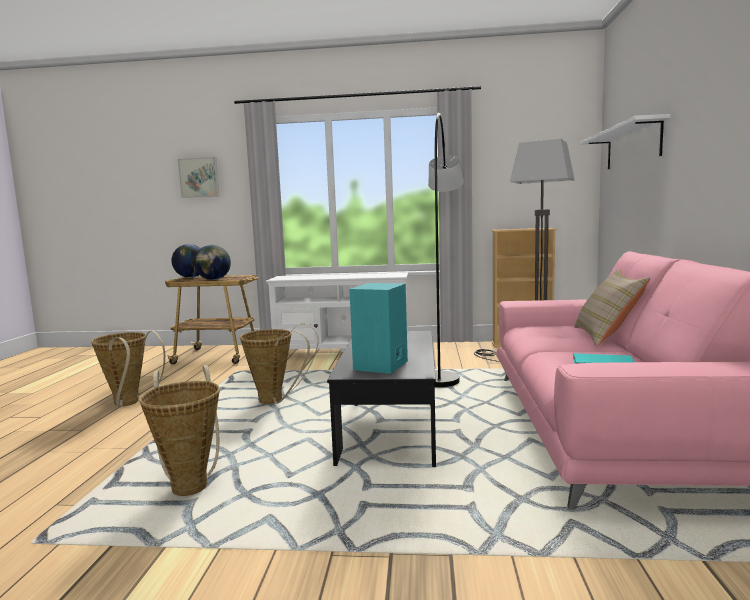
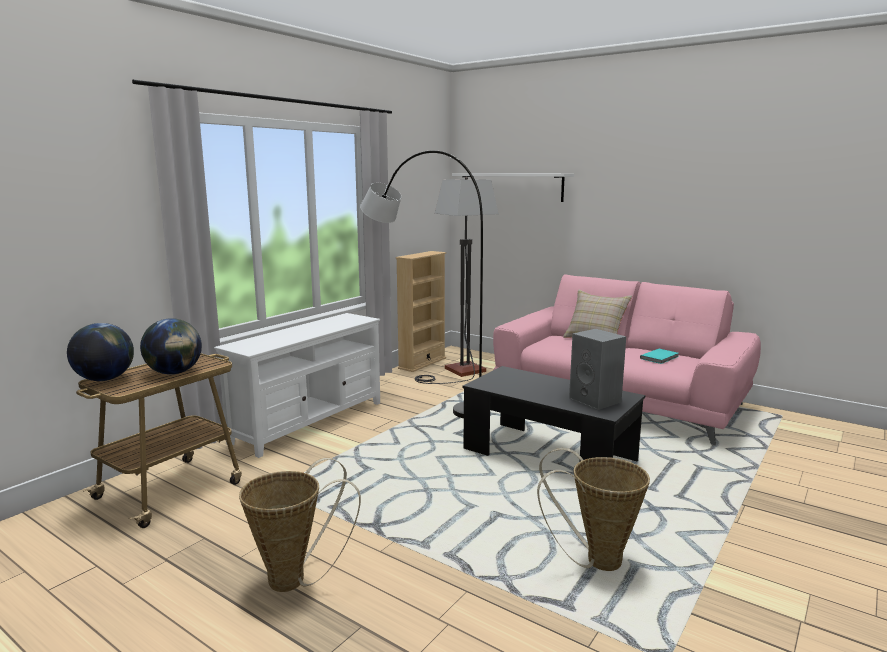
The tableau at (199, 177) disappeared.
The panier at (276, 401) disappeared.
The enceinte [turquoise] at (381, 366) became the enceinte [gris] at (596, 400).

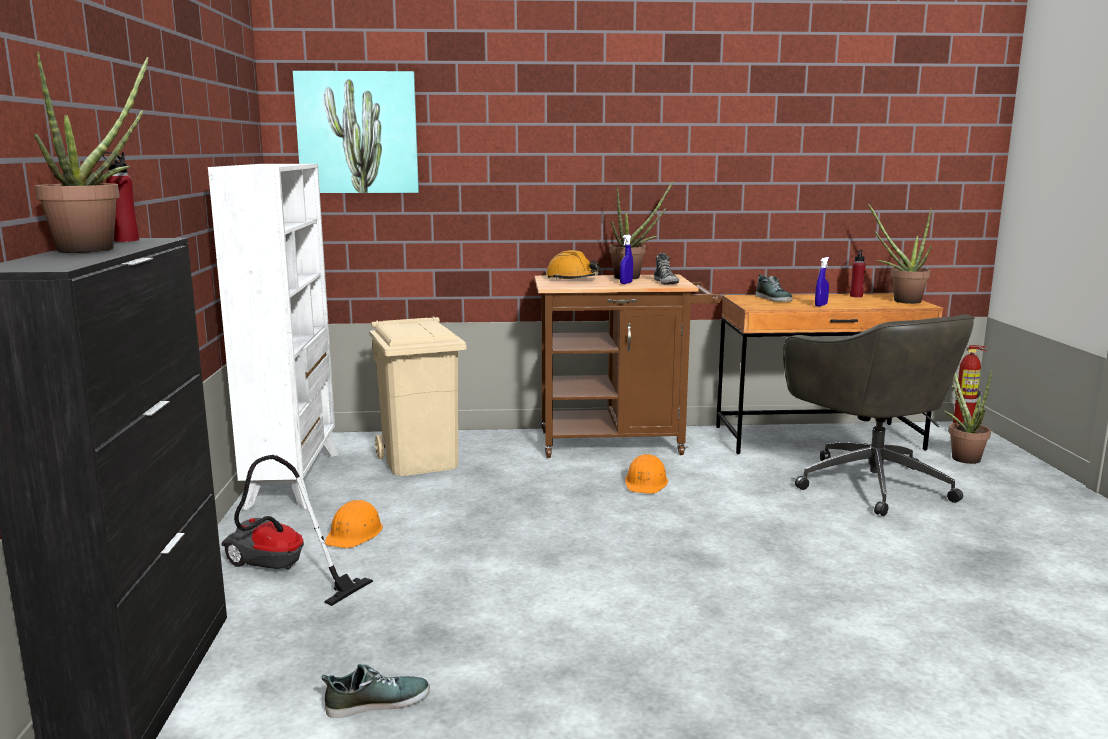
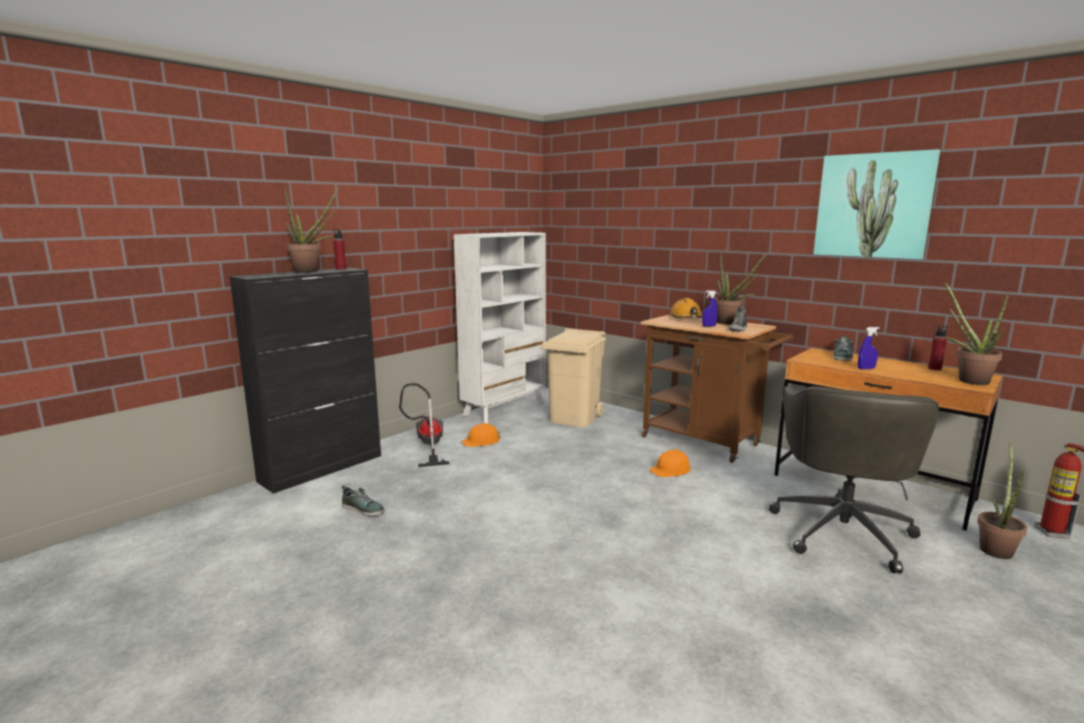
The tableau moved from (357, 133) to (872, 205).

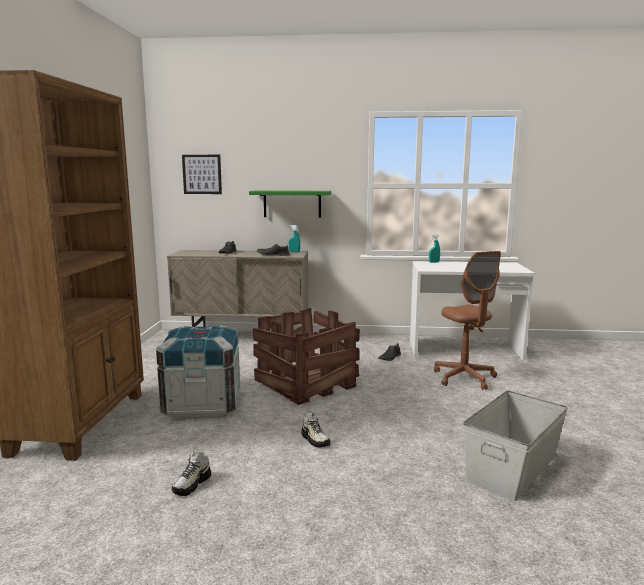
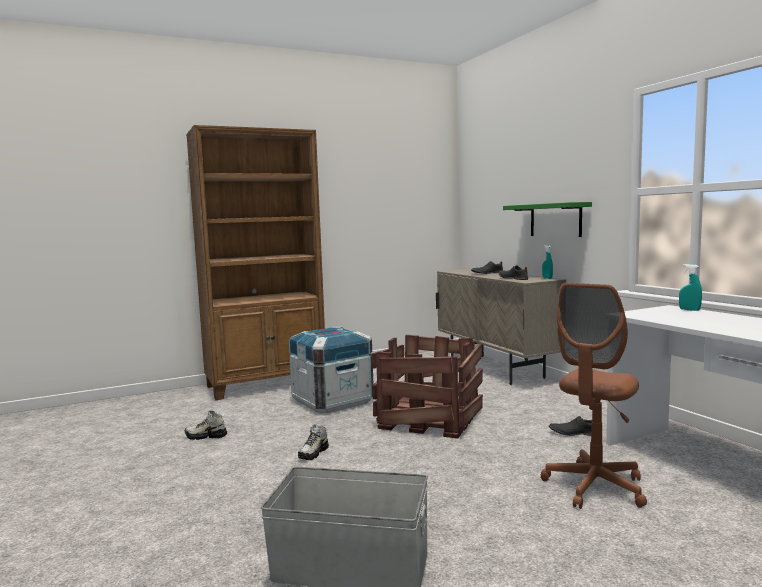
The tableau at (202, 174) disappeared.

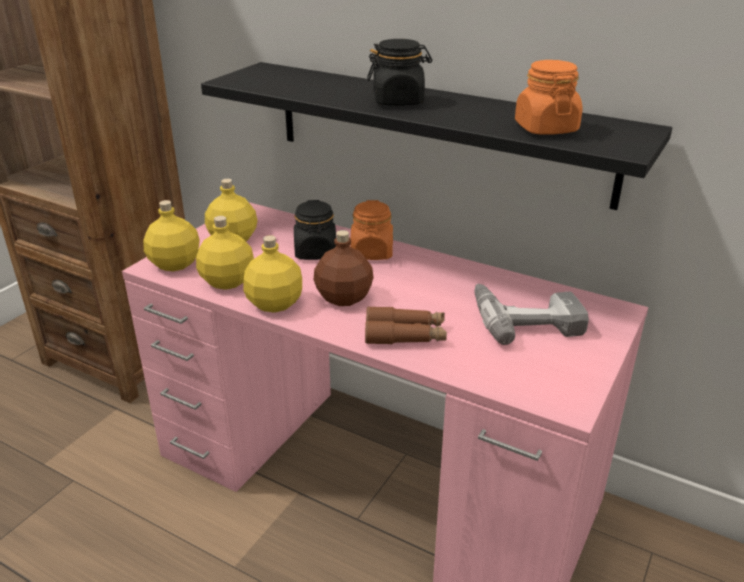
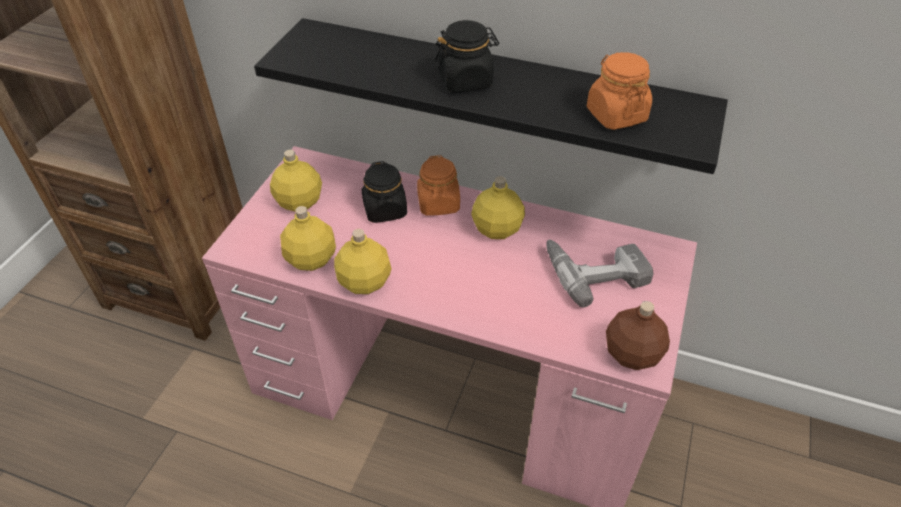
The bouteille [jaune] moved from (175, 263) to (497, 228).
The bouteille [marron] moved from (343, 298) to (631, 354).
The jumelles [marron] at (405, 335) disappeared.

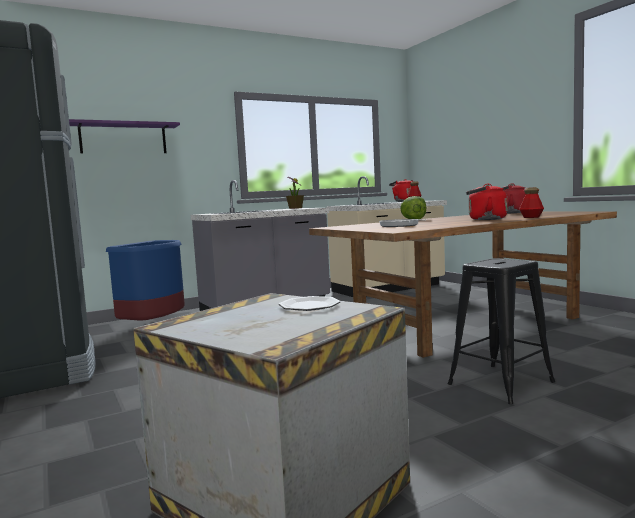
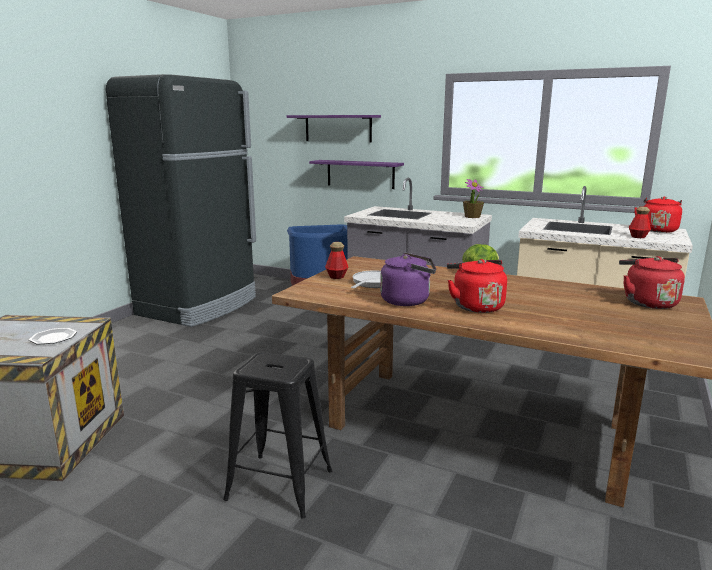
The bouteille moved from (531, 217) to (336, 276).
The étagère [violet] at (360, 174) appeared.
The bouilloire [violet] at (408, 301) appeared.

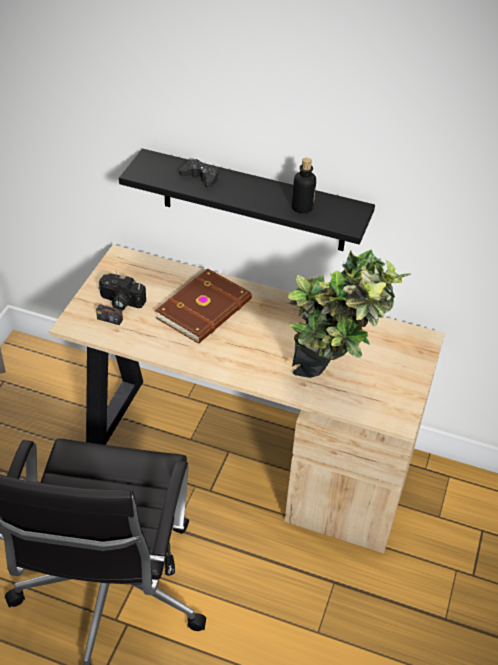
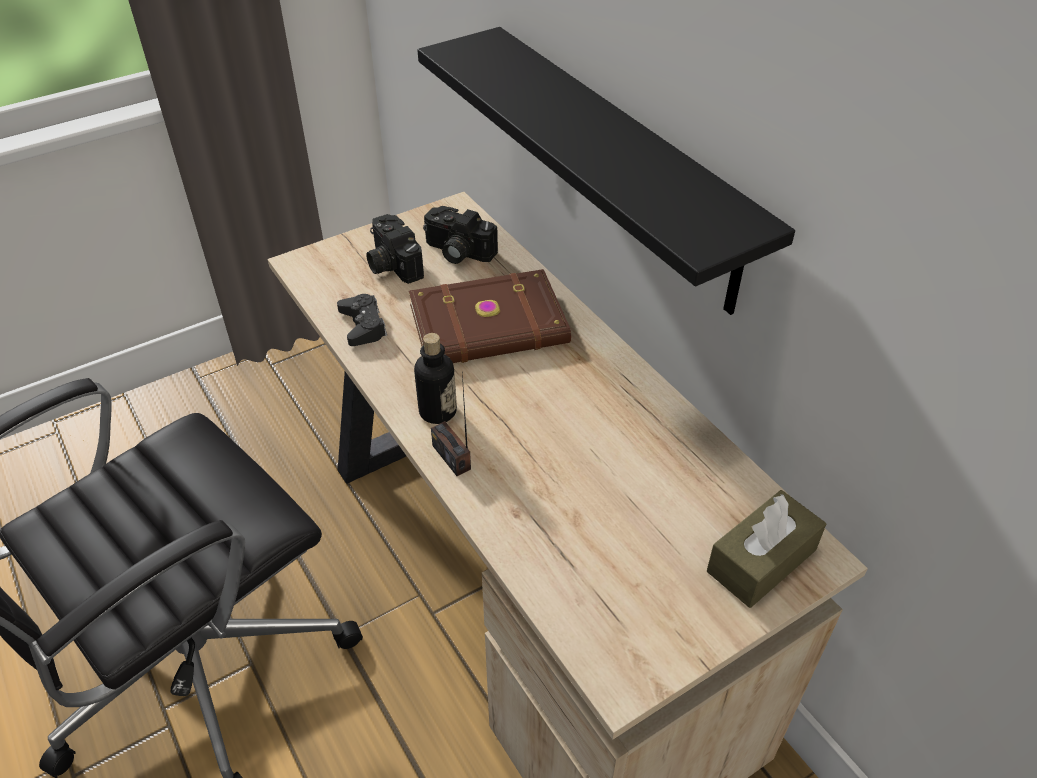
The radio moved from (110, 319) to (452, 457).
The manette [noir] moved from (200, 177) to (363, 326).
The plante en pot at (331, 385) disappeared.
The bouteille moved from (302, 207) to (437, 411).
The appareil photo at (457, 252) appeared.
The boîte à mouchoirs [marron] at (761, 560) appeared.

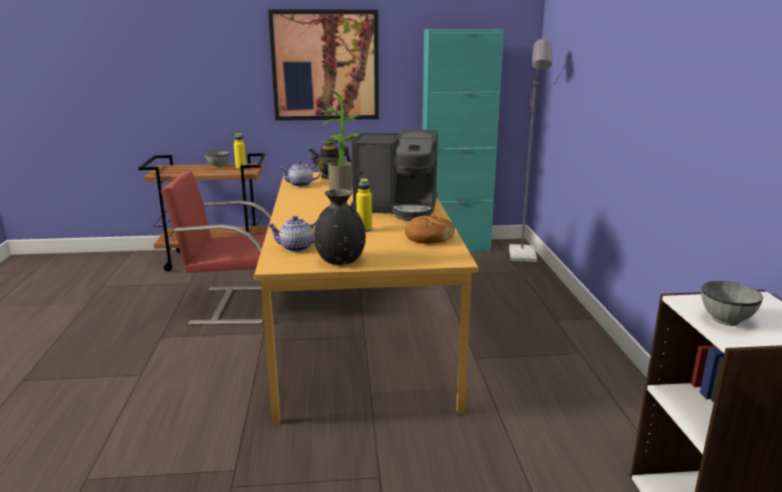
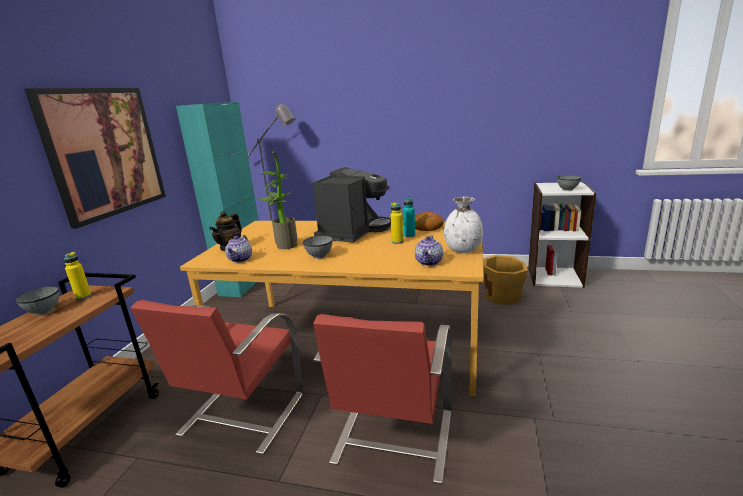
The vase [noir] at (340, 261) became the vase [blanc] at (463, 250).
The bol [gris] at (319, 256) appeared.
The chaise [rouge] at (392, 438) appeared.
The bouteille [turquoise] at (409, 235) appeared.
The seau [orange] at (503, 296) appeared.

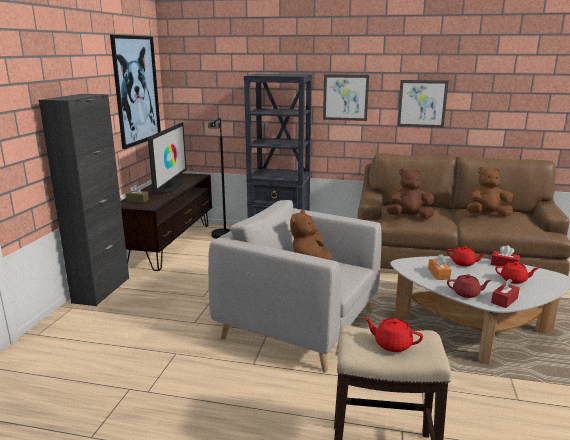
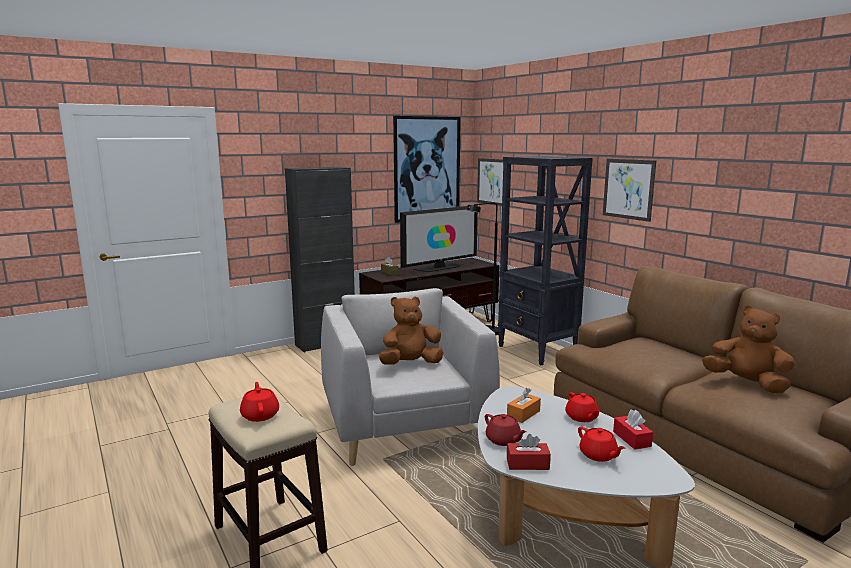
The peluche [marron] at (409, 217) disappeared.
The tableau moved from (422, 103) to (492, 181).

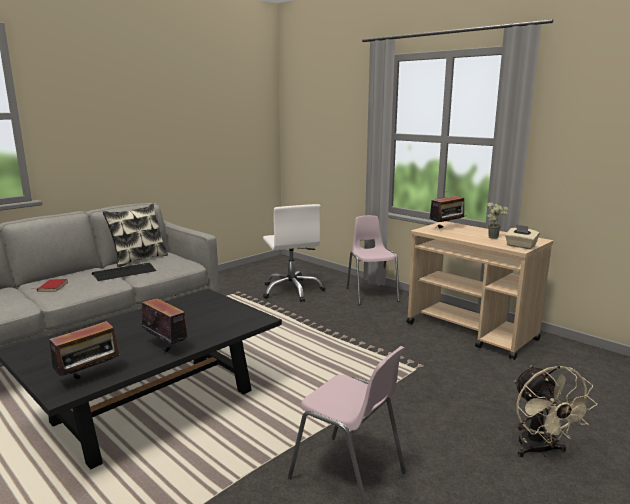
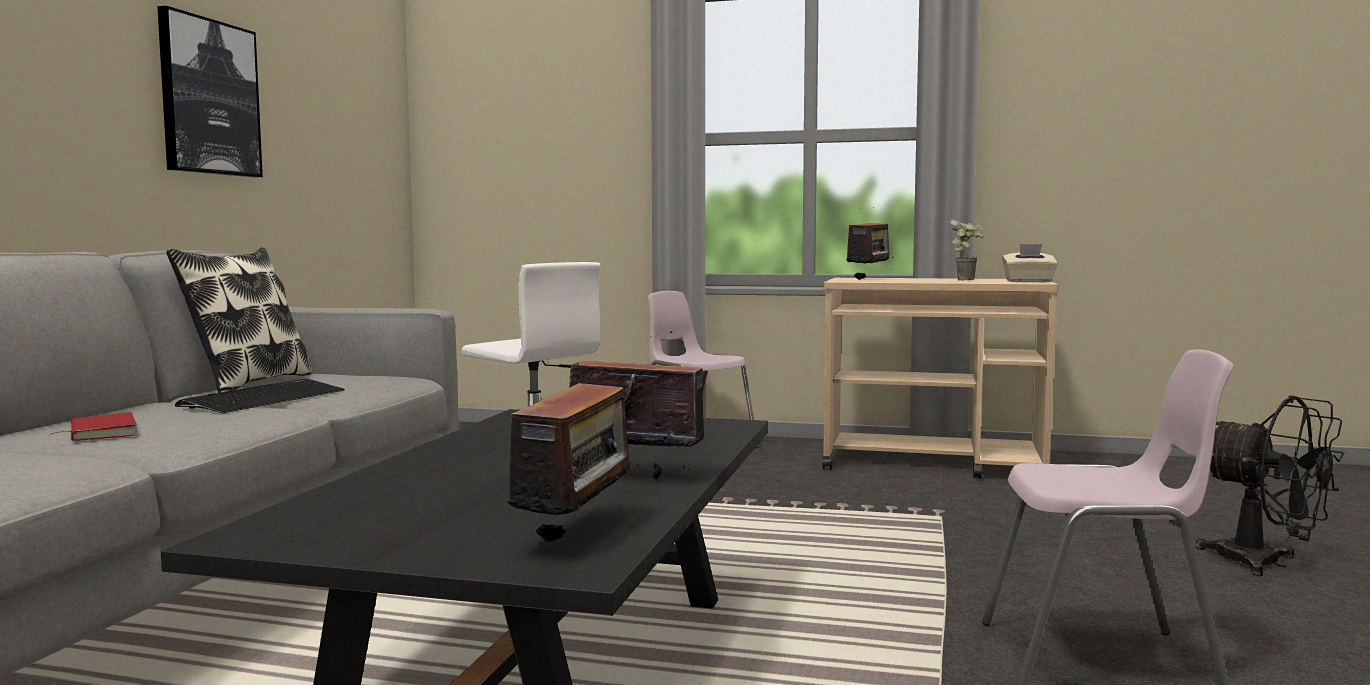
The ventilateur [beige] at (539, 450) became the ventilateur [noir] at (1266, 563).
The tableau at (209, 97) appeared.

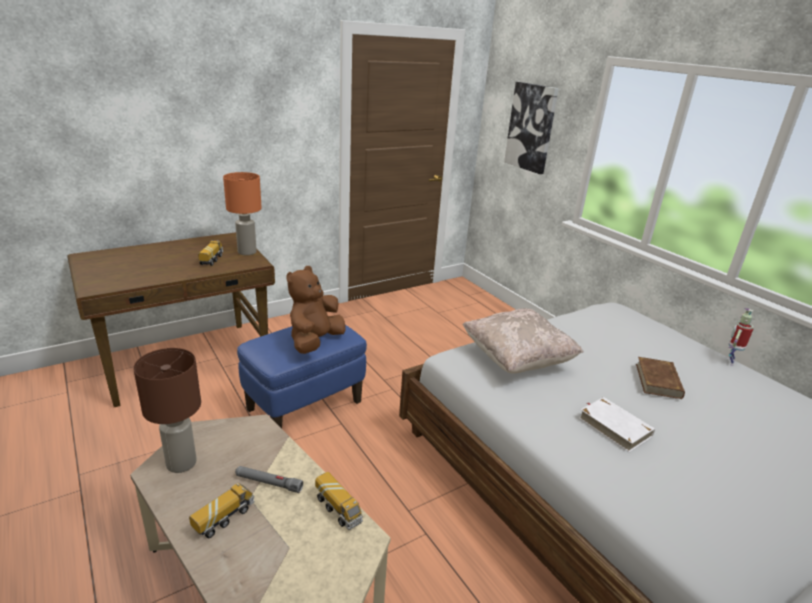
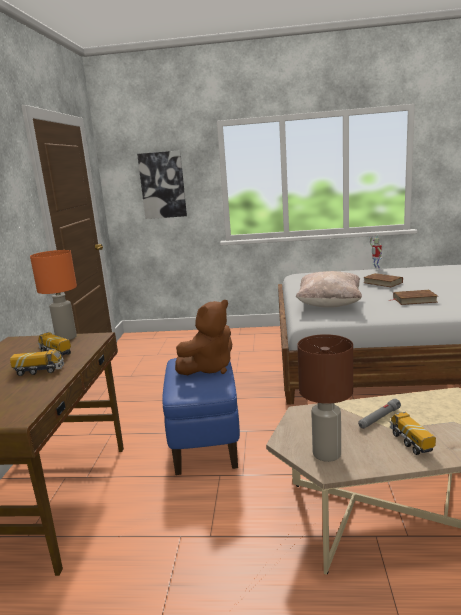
The peluche [marron] at (315, 342) turned 105 degrees counterclockwise.
The camion jouet moved from (338, 509) to (39, 371).
The livre [blanc] at (614, 427) became the livre [marron] at (414, 300).

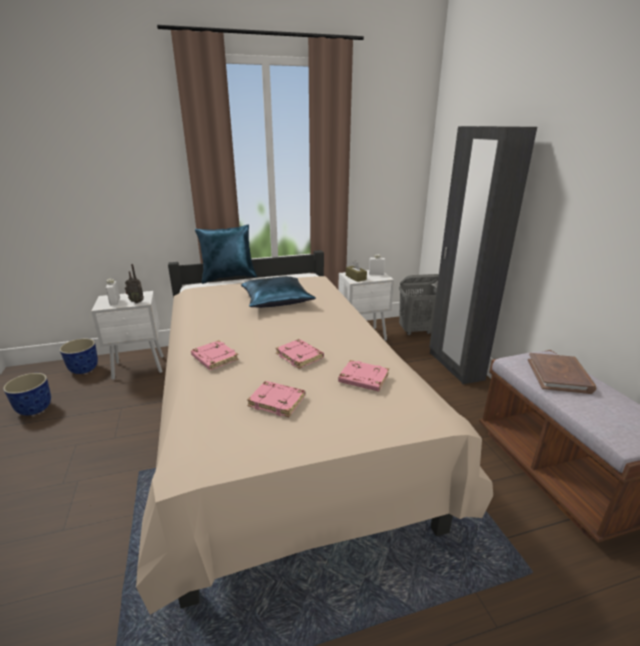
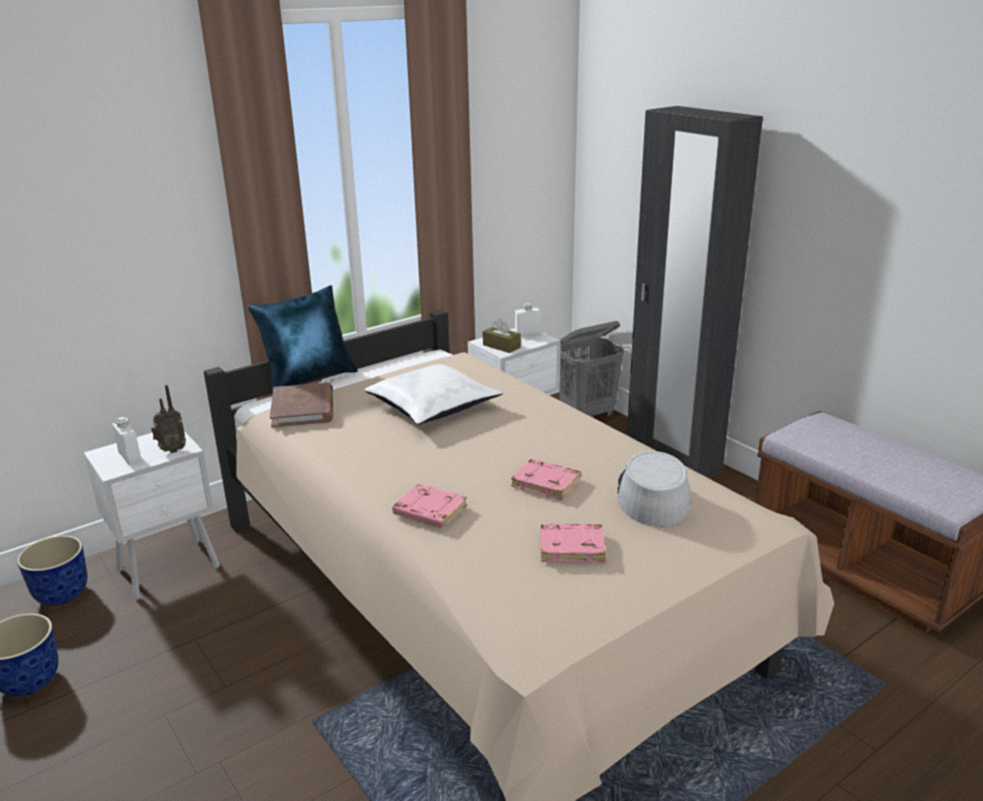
The coussin [bleu] at (277, 300) became the coussin [blanc] at (433, 406).
The livre [rose] at (362, 379) was replaced by the chapeau [gris] at (652, 496).
The livre [marron] moved from (559, 376) to (303, 409).

